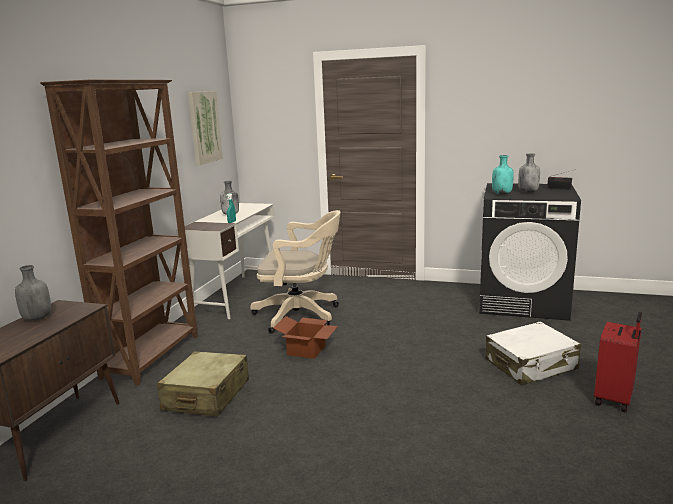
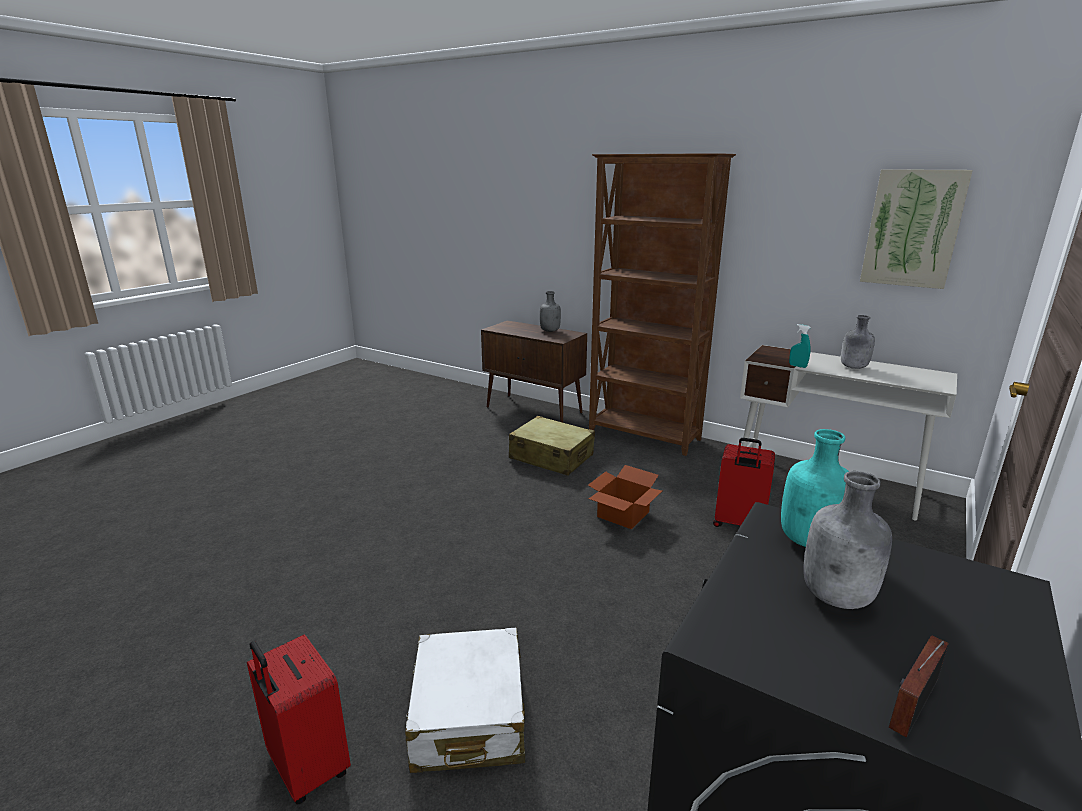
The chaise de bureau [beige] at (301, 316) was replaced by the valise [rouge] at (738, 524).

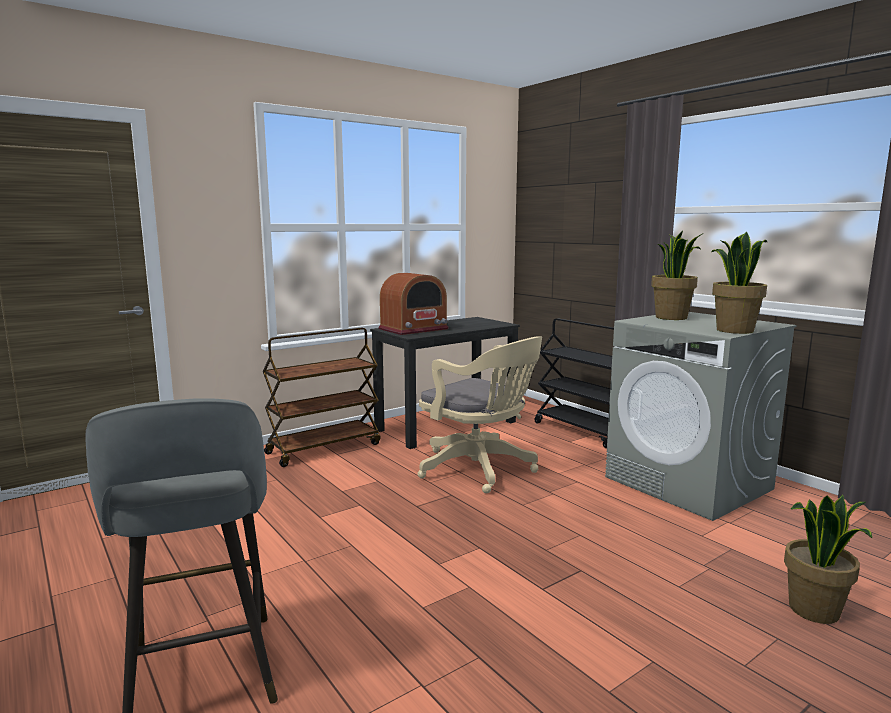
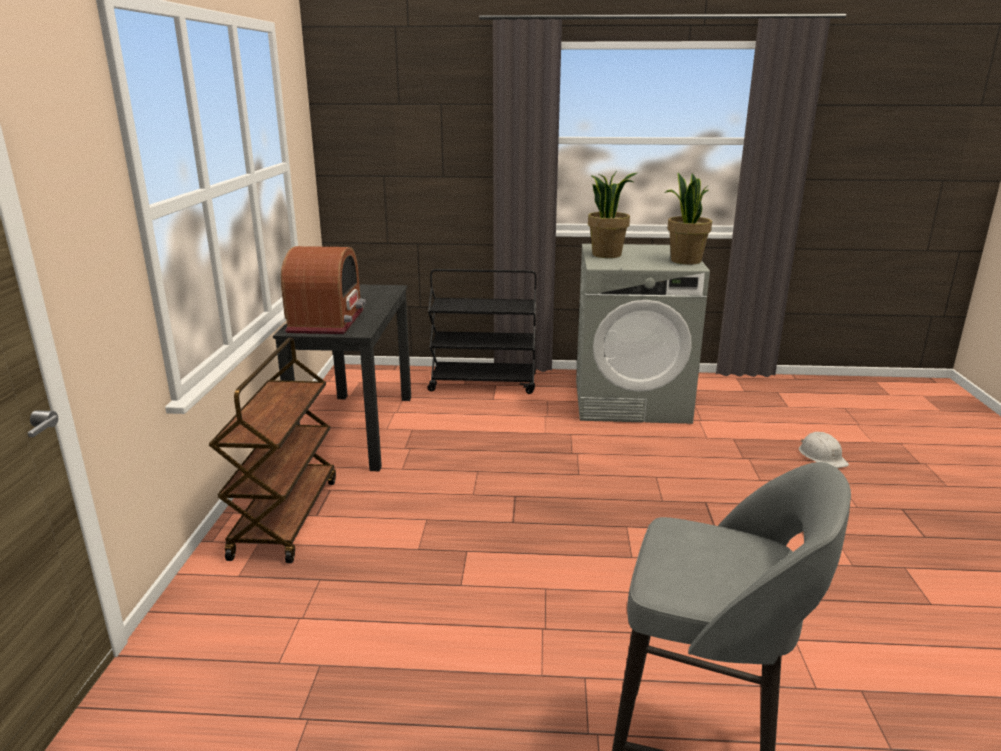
The chaise de bureau [beige] at (480, 470) disappeared.
The plante en pot at (814, 611) was replaced by the casque de chantier [blanc] at (822, 456).

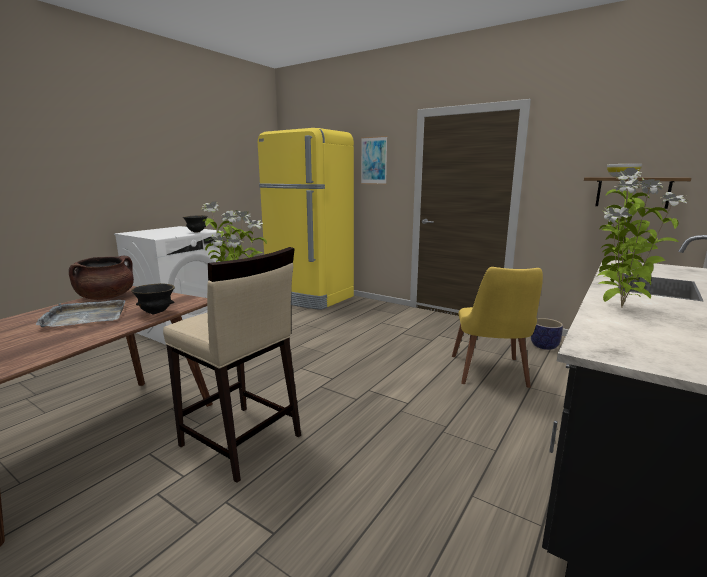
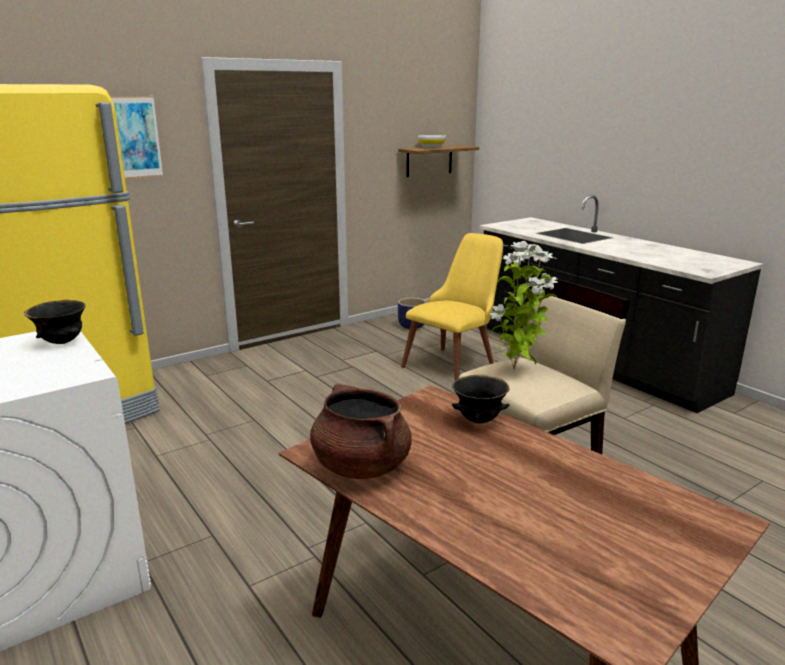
The plateau [gris] at (85, 317) disappeared.
The chaise [jaune] at (491, 375) turned 75 degrees counterclockwise.
The plante en pot at (619, 307) disappeared.

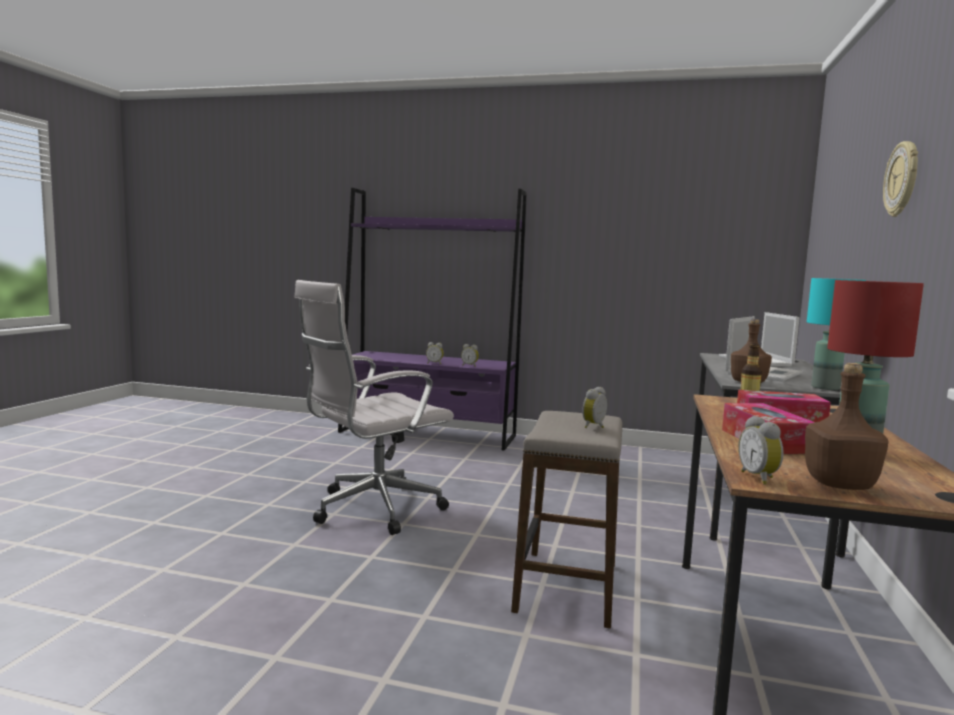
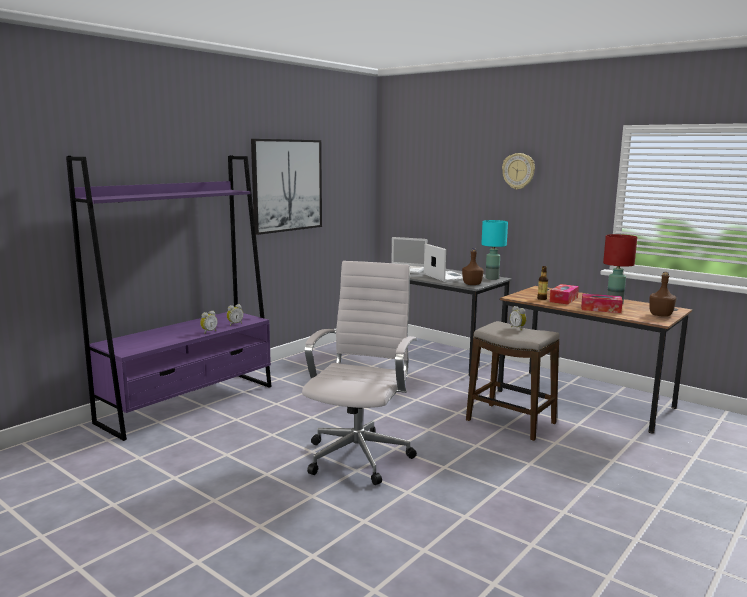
The chaise de bureau [blanc] at (372, 510) turned 150 degrees counterclockwise.
The réveil at (760, 478) disappeared.
The tableau at (287, 185) appeared.

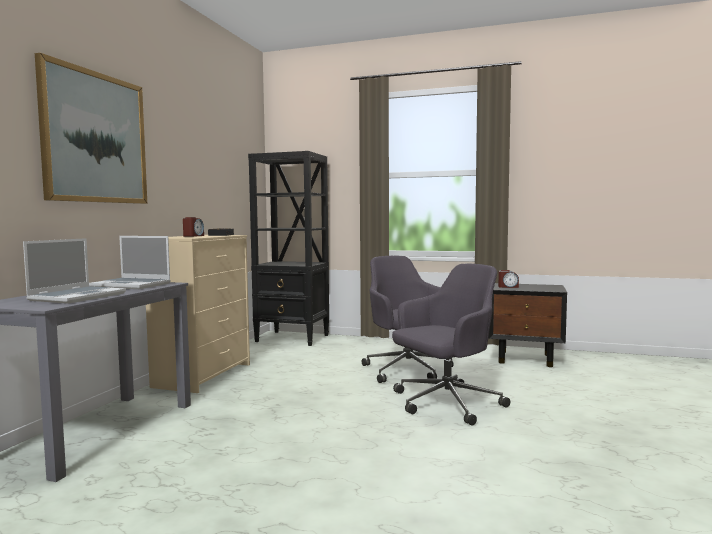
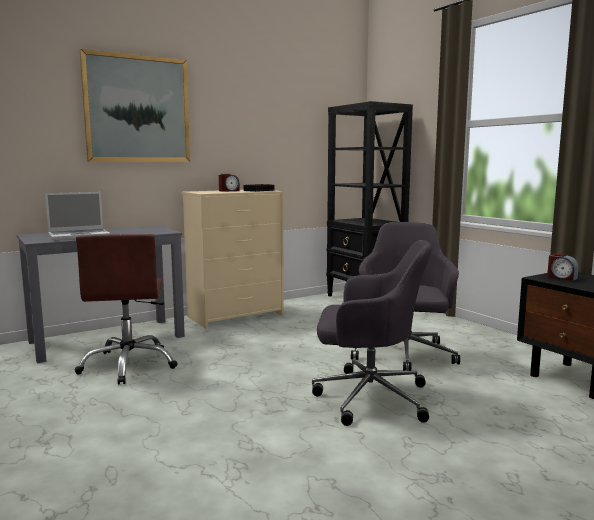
The ordinateur portable at (132, 285) disappeared.
The chaise de bureau [marron] at (129, 365) appeared.

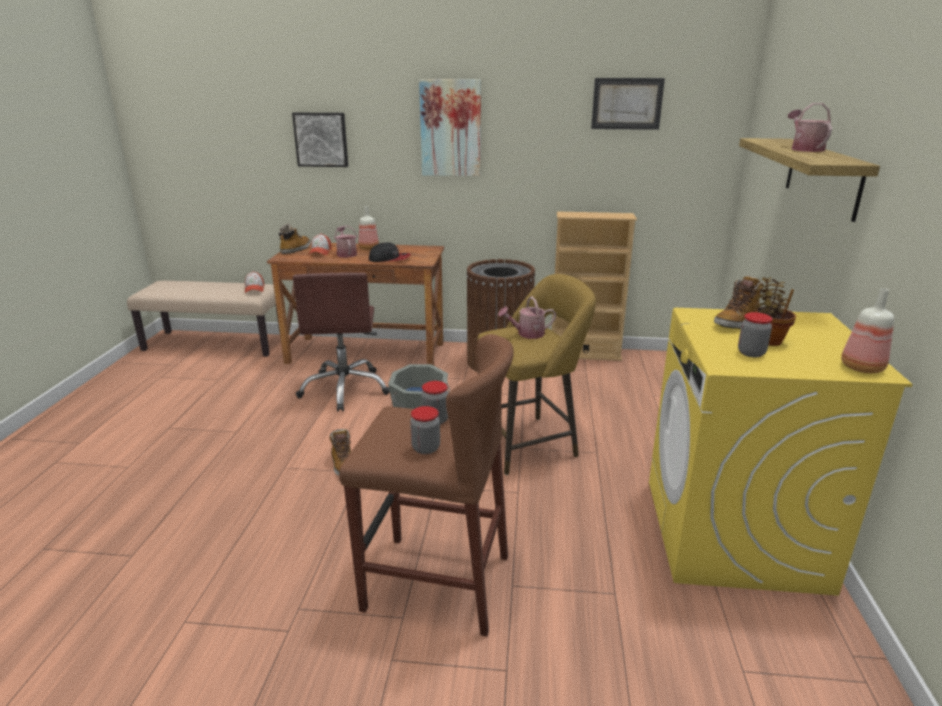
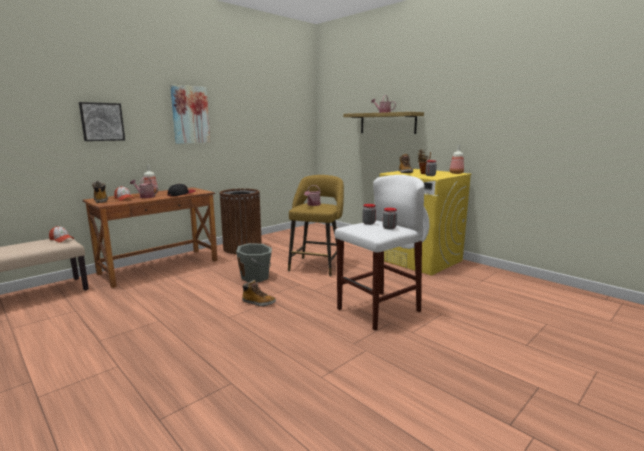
The chaise de bureau [marron] at (345, 389) disappeared.
The tabouret [marron] at (436, 582) became the tabouret [blanc] at (378, 310).
The bibliothèque [beige] at (584, 354) disappeared.
The tableau at (627, 103) disappeared.

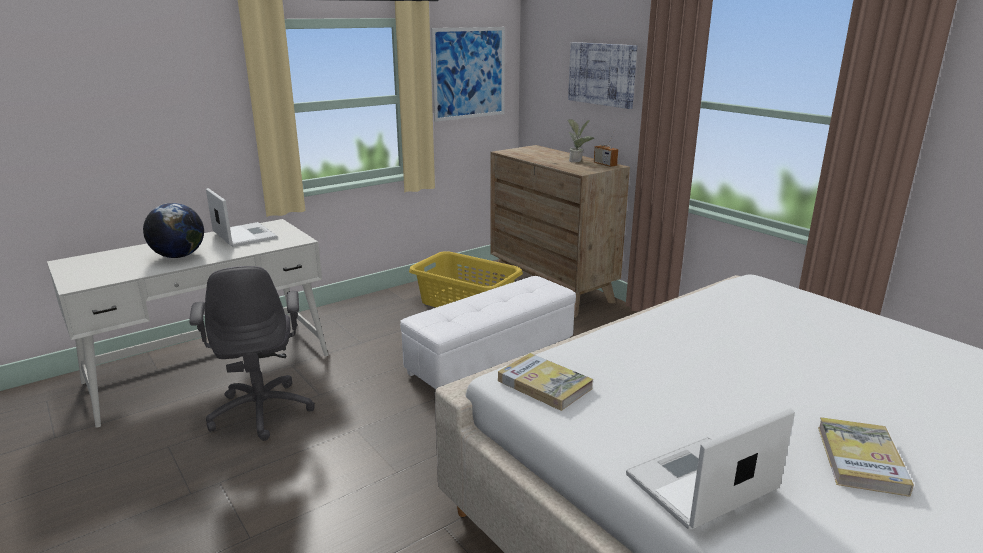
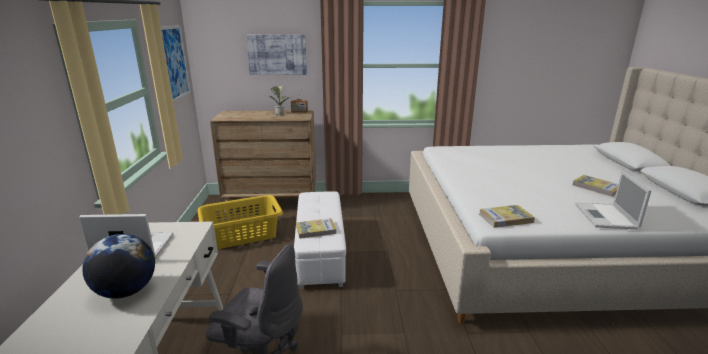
The livre at (316, 230) appeared.

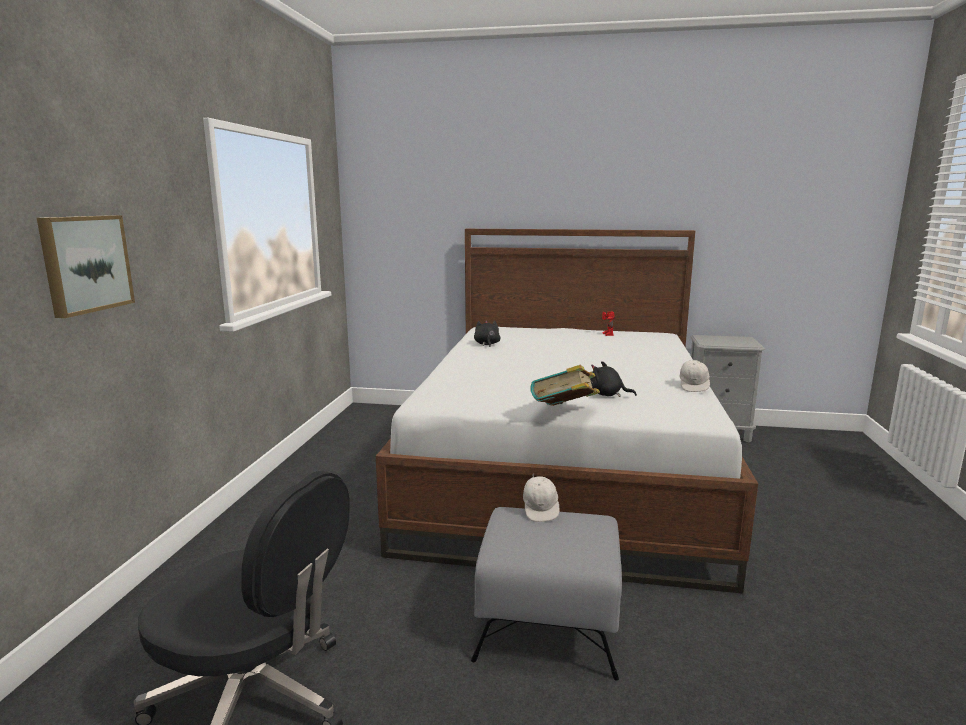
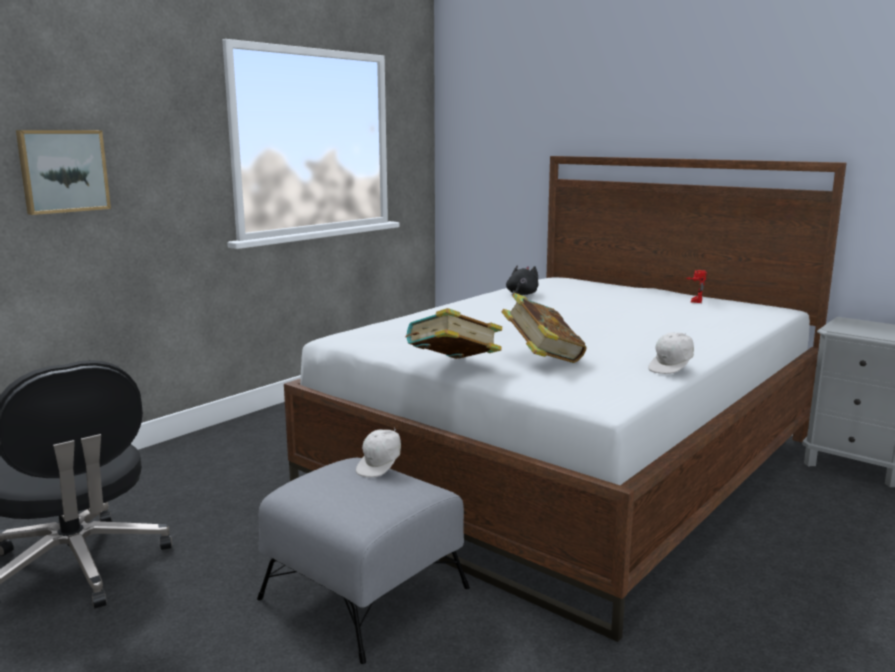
The peluche [noir] at (607, 394) was replaced by the livre at (542, 359).

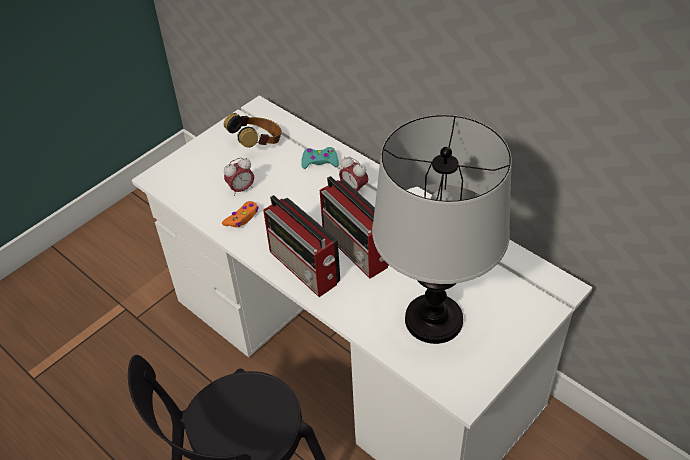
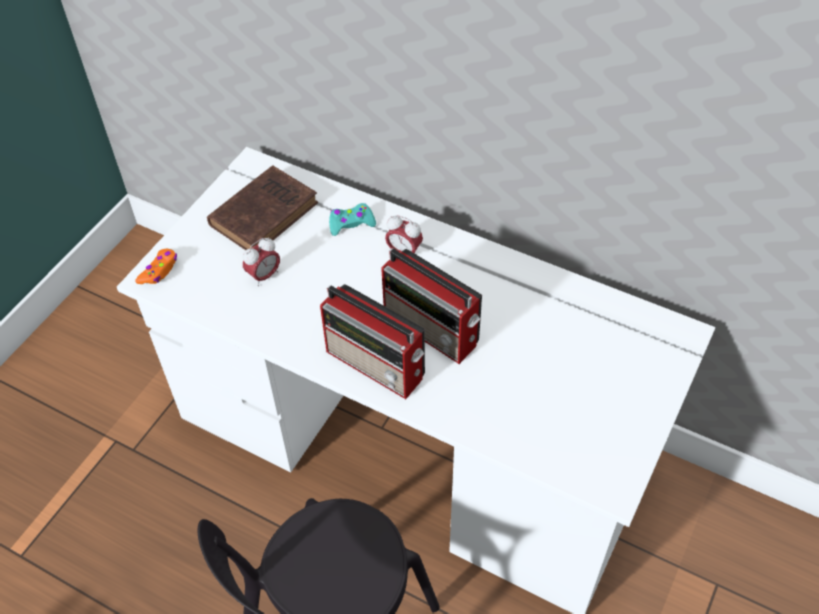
The manette [orange] moved from (242, 218) to (159, 271).
The casque audio at (258, 144) was replaced by the livre [marron] at (266, 212).
The lampe de table at (433, 319) disappeared.

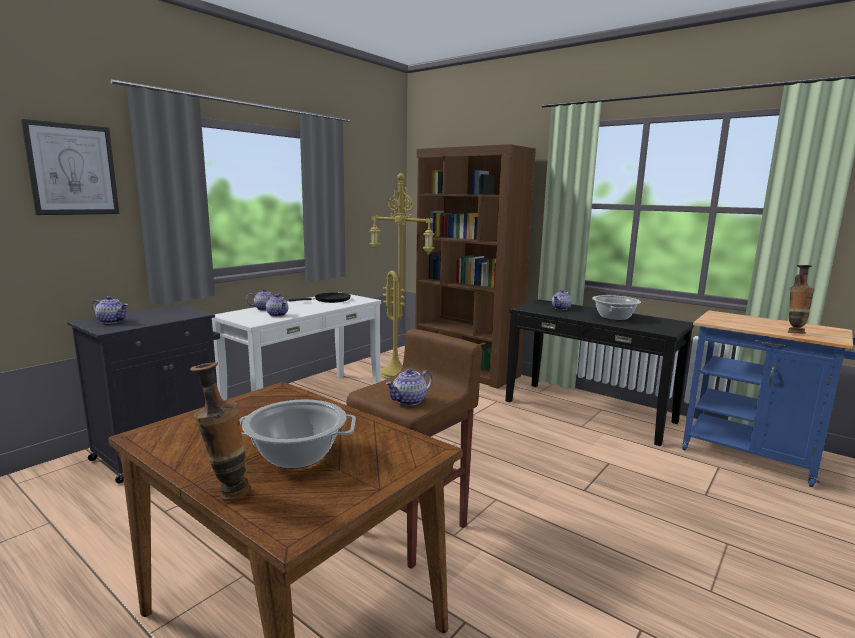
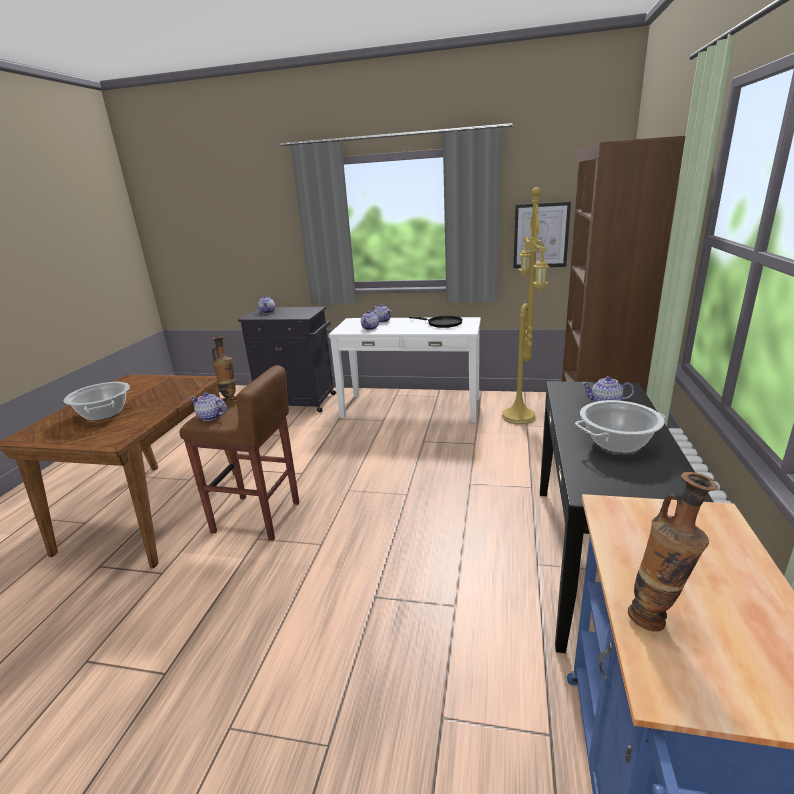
The tableau moved from (72, 169) to (541, 235).
The vase moved from (226, 493) to (231, 401).

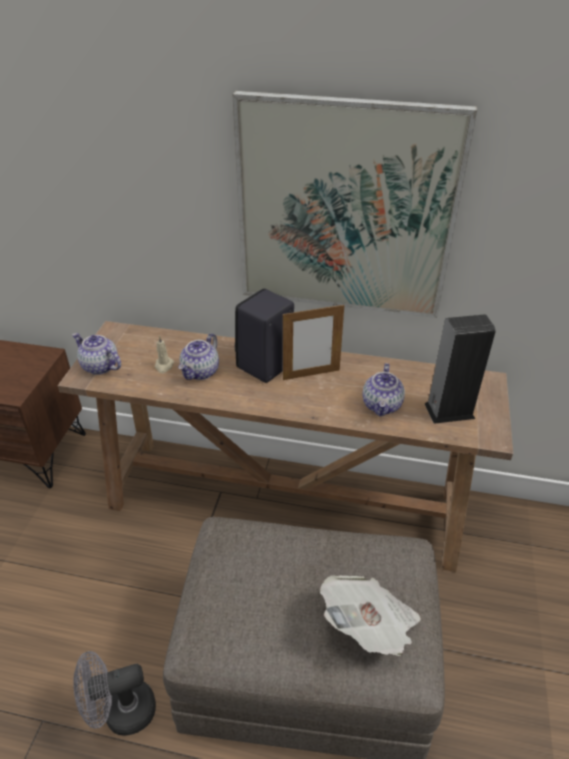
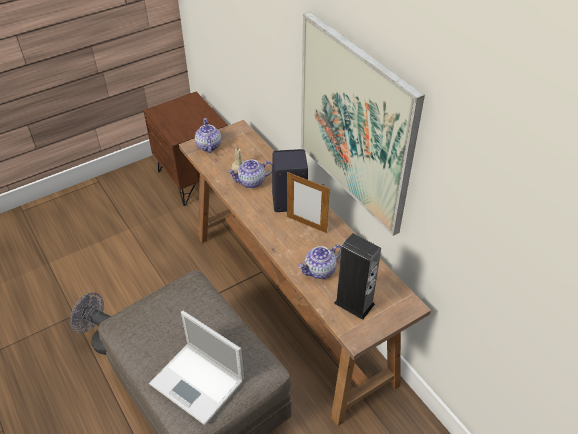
The journal at (369, 626) was replaced by the ordinateur portable at (198, 383).

